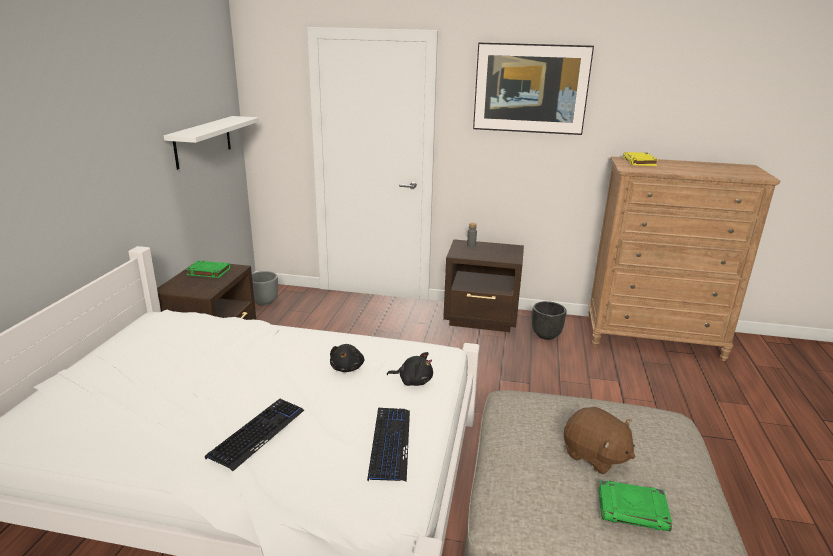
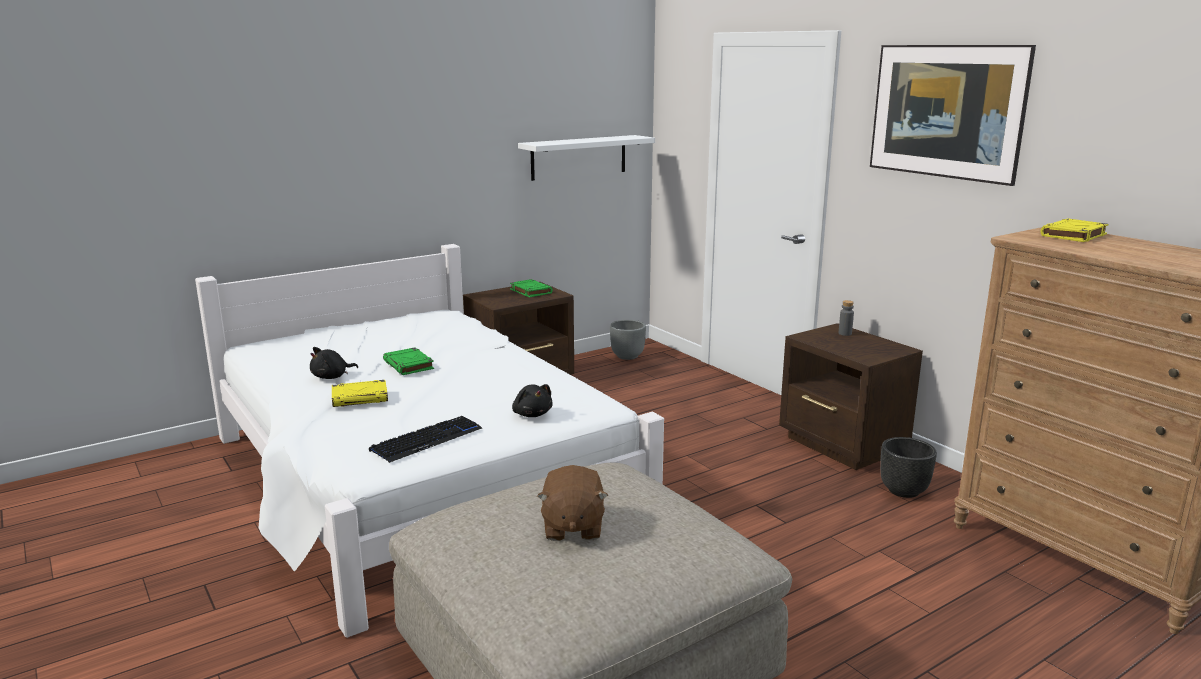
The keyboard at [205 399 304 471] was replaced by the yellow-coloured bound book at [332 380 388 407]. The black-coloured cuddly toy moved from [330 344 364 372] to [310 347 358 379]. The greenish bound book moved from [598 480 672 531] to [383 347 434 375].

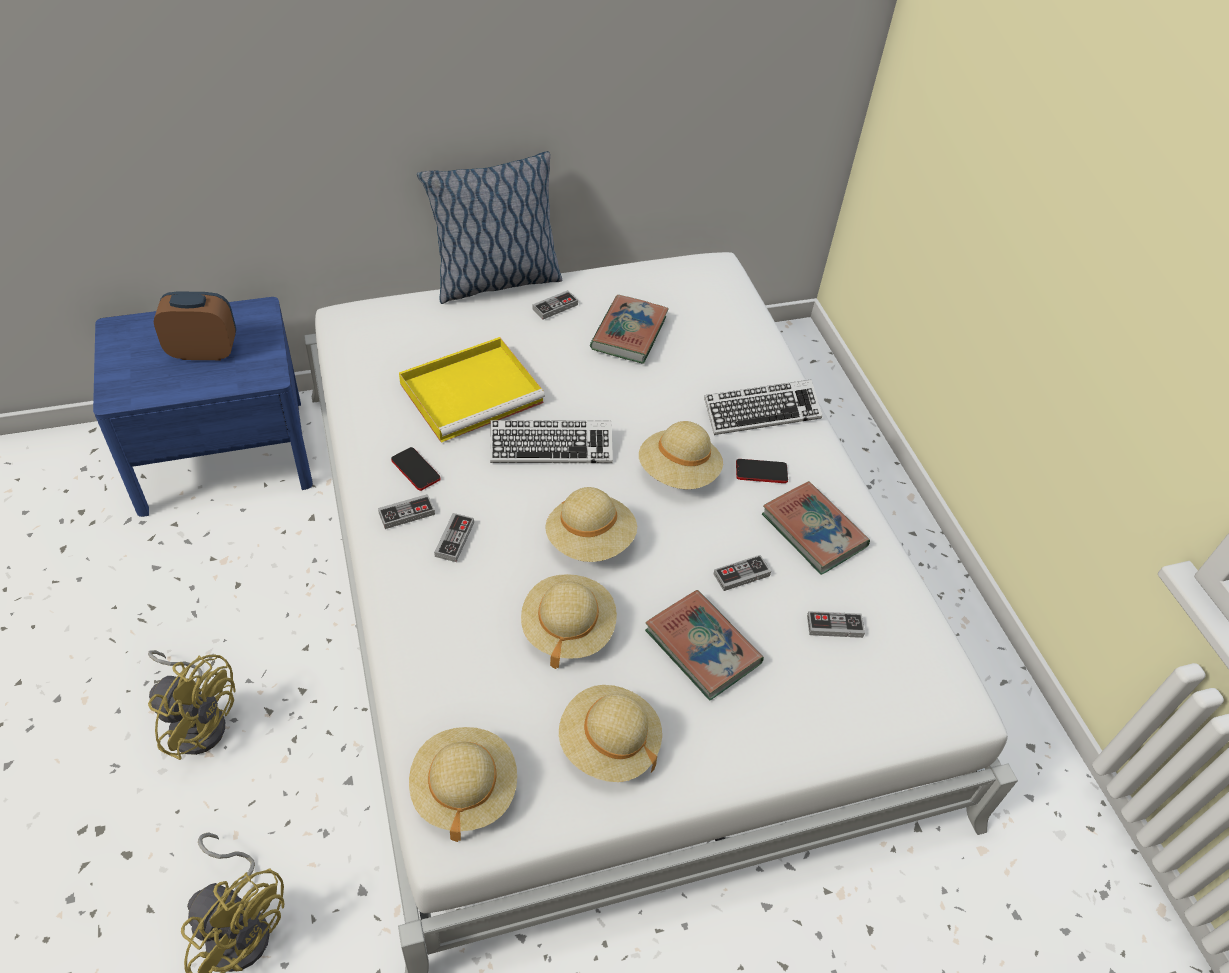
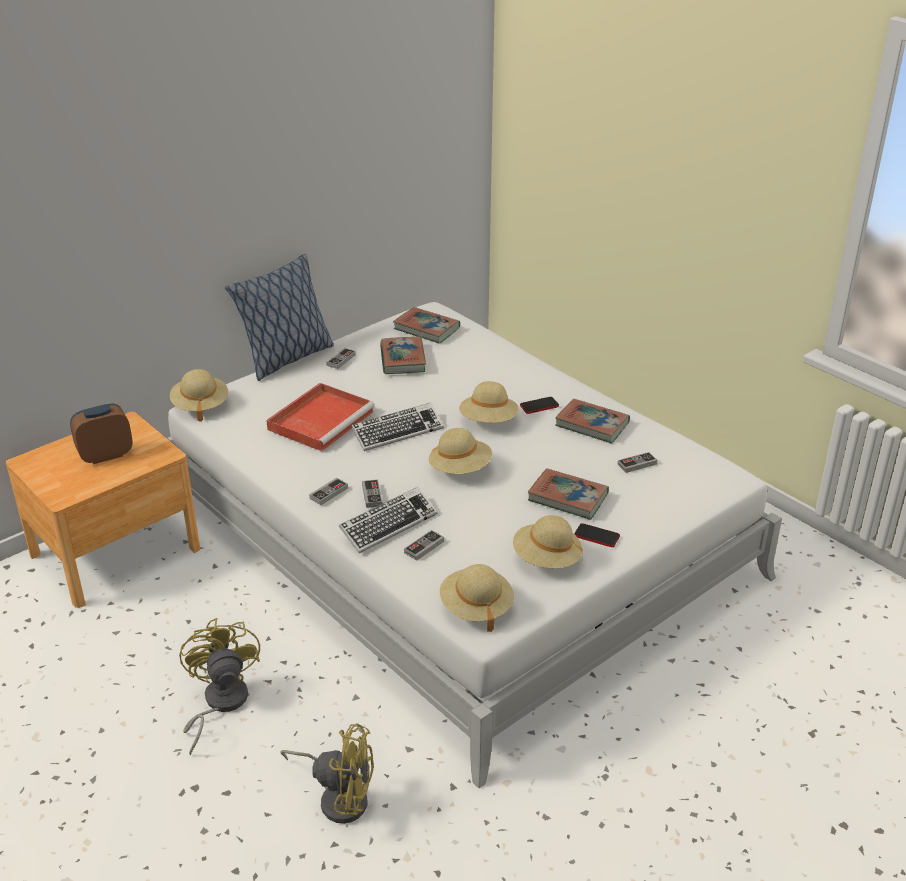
The bluish nightstand at [93 297 313 517] became the brown-coloured nightstand at [6 412 200 608]. The yellow-coloured fan at [148 650 236 760] turned 105 degrees counterclockwise. The phone moved from [391 447 441 491] to [574 523 620 547]. The yellow-coloured carrying tray at [399 337 545 443] became the red-coloured carrying tray at [266 383 375 451]. The sand-coloured clothing hat moved from [521 574 617 669] to [170 369 228 422]. The keyboard moved from [704 380 822 435] to [339 487 438 553]. The game controller moved from [714 555 771 591] to [404 530 444 561]. The bound book at [393 307 460 344] appeared.

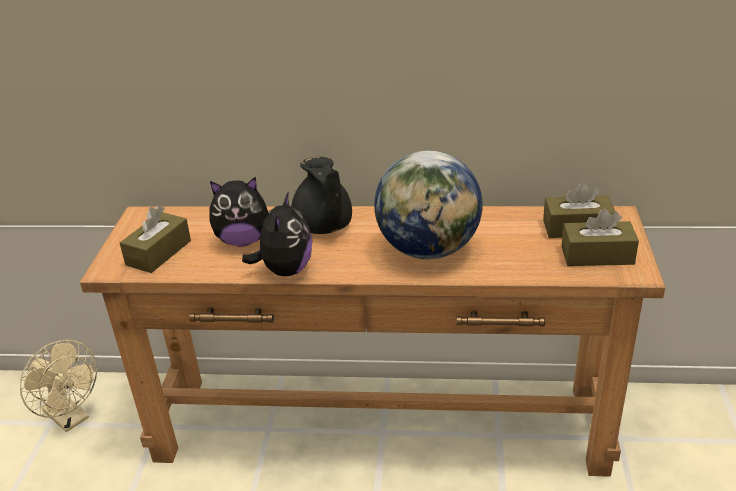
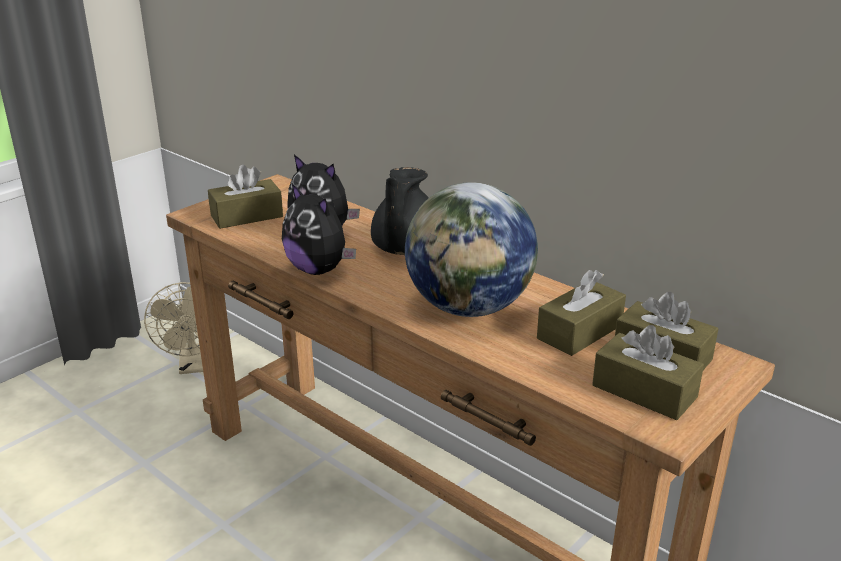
The cuddly toy at [242 191 312 276] turned 90 degrees clockwise. The brown-coloured box of tissues at [537 270 626 356] appeared.

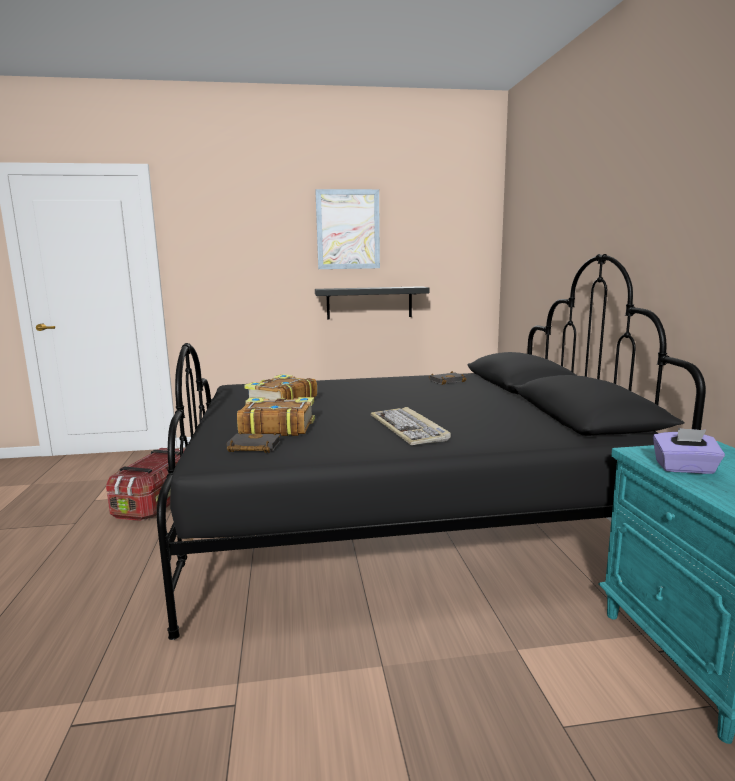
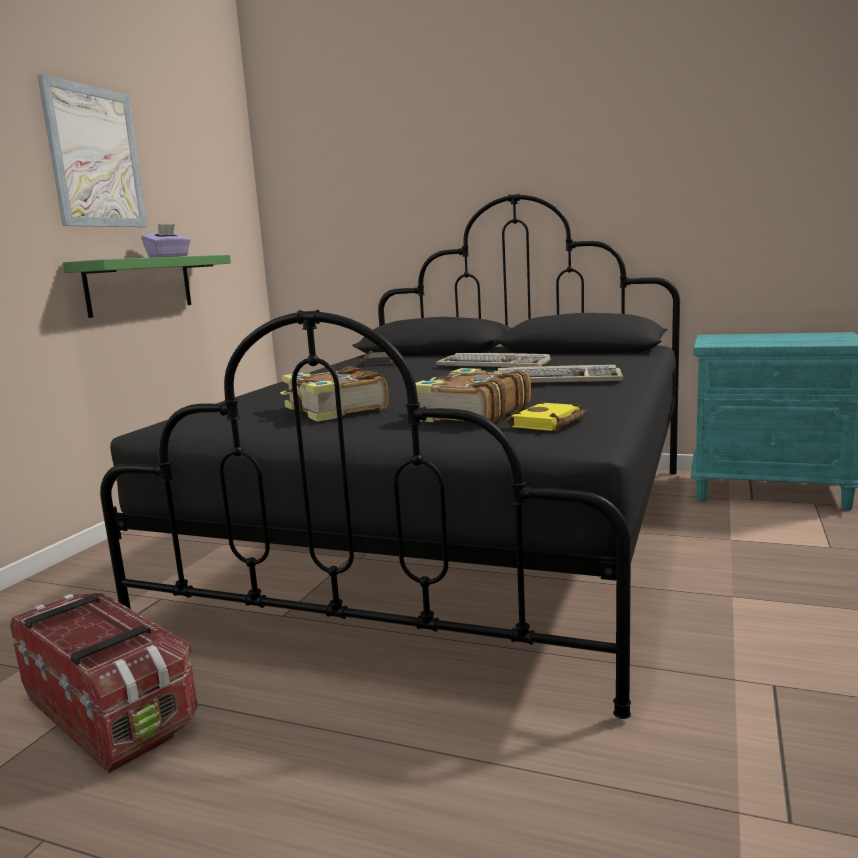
The black-coloured bound book at [226 432 281 453] became the yellow-coloured bound book at [506 400 587 432]. The black-coloured bracket shelf at [315 286 429 320] became the greenish bracket shelf at [63 255 231 318]. The purple-coloured box of tissues moved from [653 428 725 474] to [141 224 190 258]. The keyboard at [436 353 551 367] appeared.

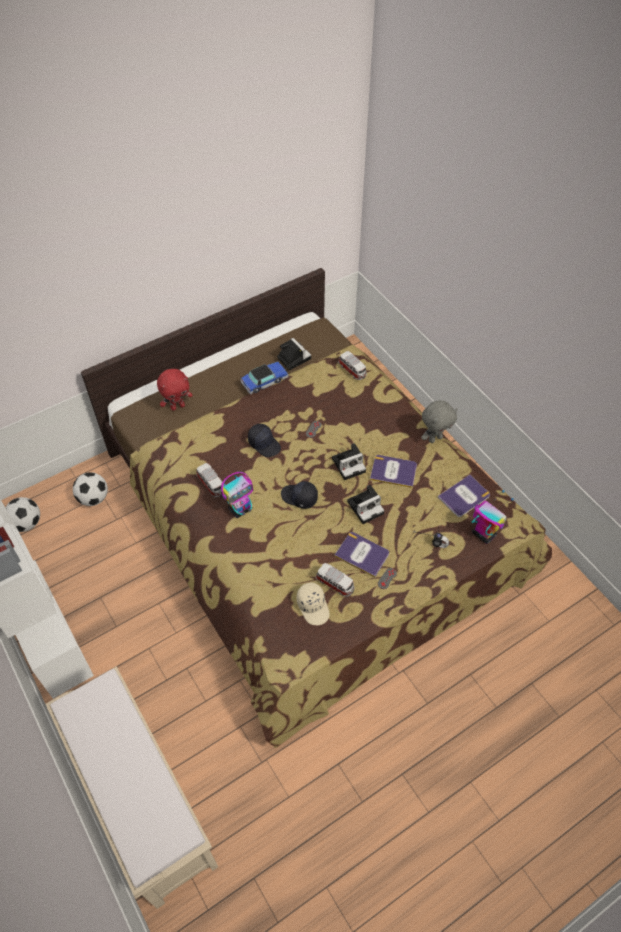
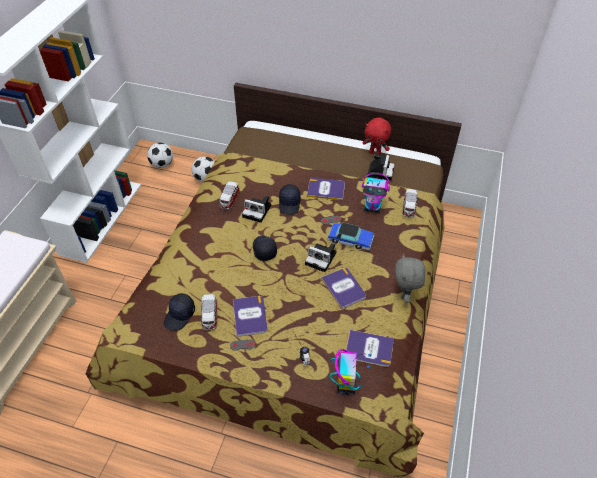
The red-coloured cuddly toy moved from [157 369 193 411] to [362 118 391 155]. The model robot moved from [221 472 253 518] to [362 173 390 213]. The toy car moved from [241 362 289 395] to [327 223 375 251]. The sand-coloured peaked cap at [297 582 330 625] became the black-coloured peaked cap at [164 293 195 331]. The still camera moved from [347 485 384 524] to [242 196 271 223]. The grey cuddly toy at [421 400 458 443] turned 75 degrees clockwise. The bound book at [307 178 345 200] appeared.

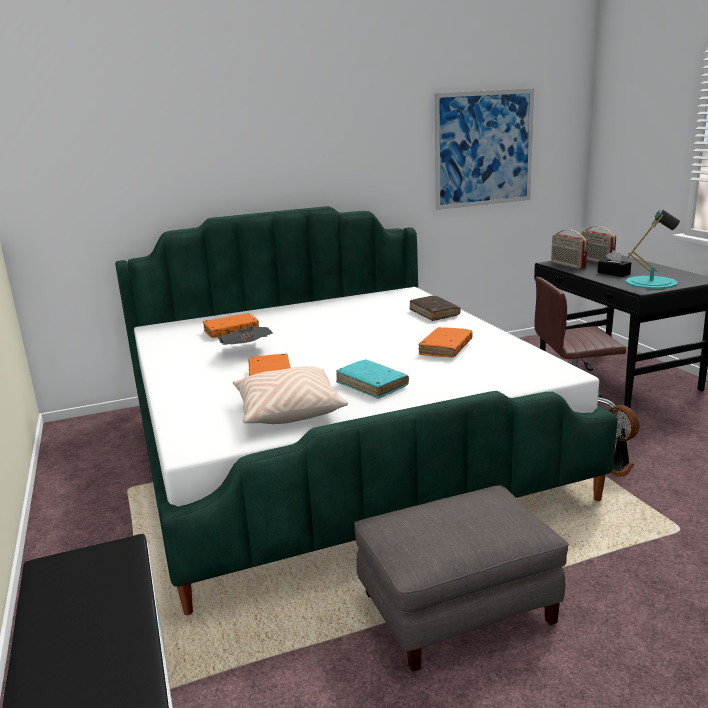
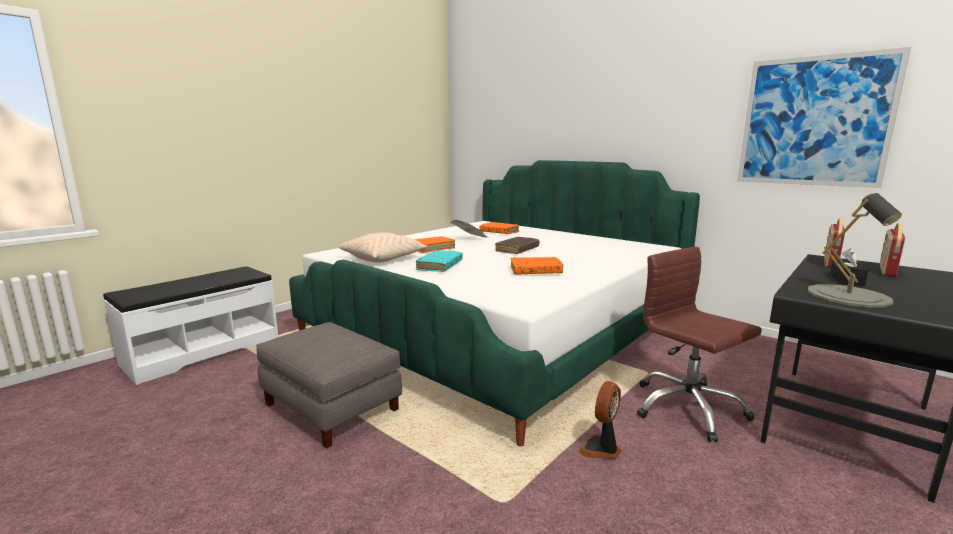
The brown-coloured bound book moved from [410 296 461 321] to [495 237 540 254]. The turquoise table lamp at [625 210 680 289] became the grey table lamp at [808 193 902 307].

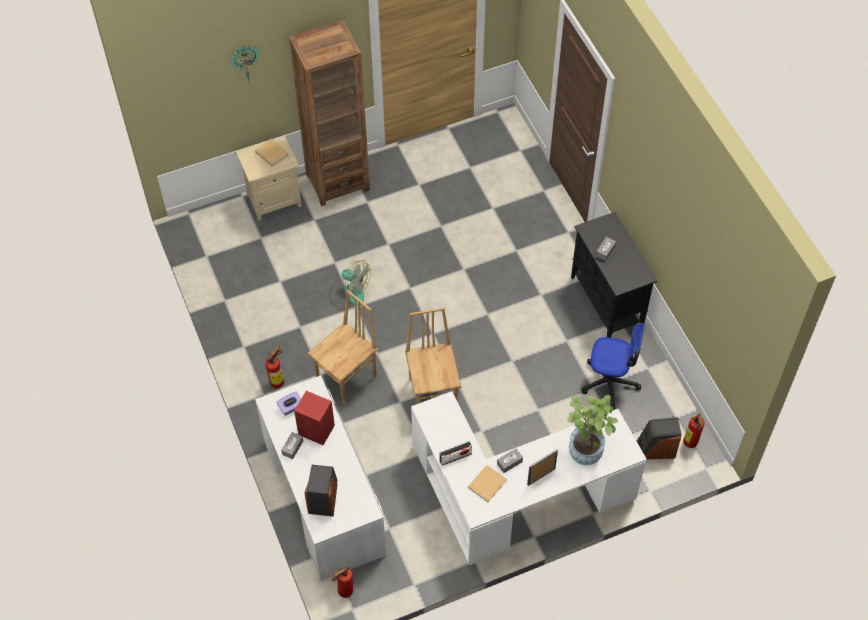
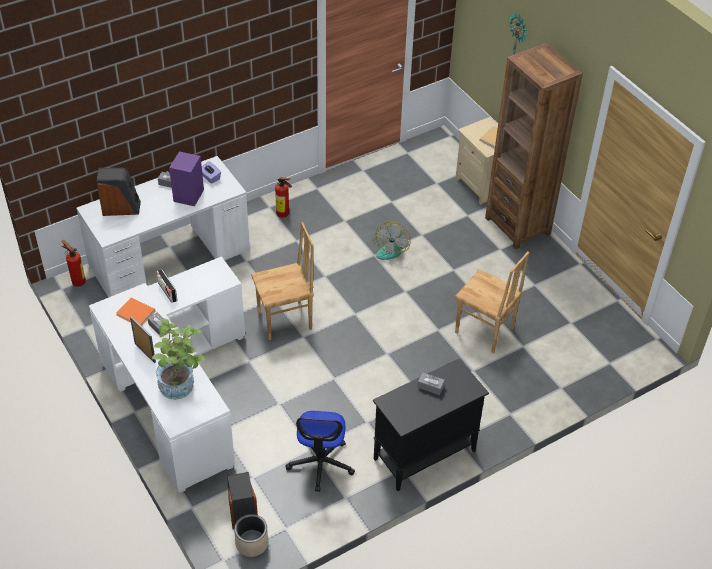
The red-coloured audio speaker at [294 391 335 445] became the purple-coloured audio speaker at [169 151 204 206]. The brown-coloured plain chair moved from [308 290 378 405] to [455 251 529 353]. The sand-coloured bound book at [468 465 507 502] became the orangey bound book at [116 297 155 326]. The fire-fighting cylinder at [683 413 705 448] was replaced by the sand-coloured plant pot at [234 514 268 557].

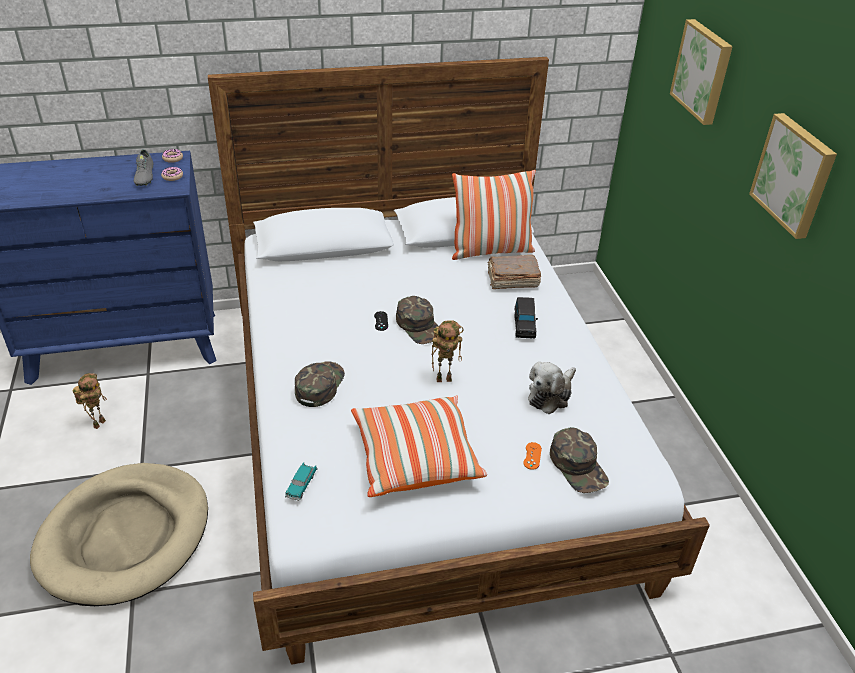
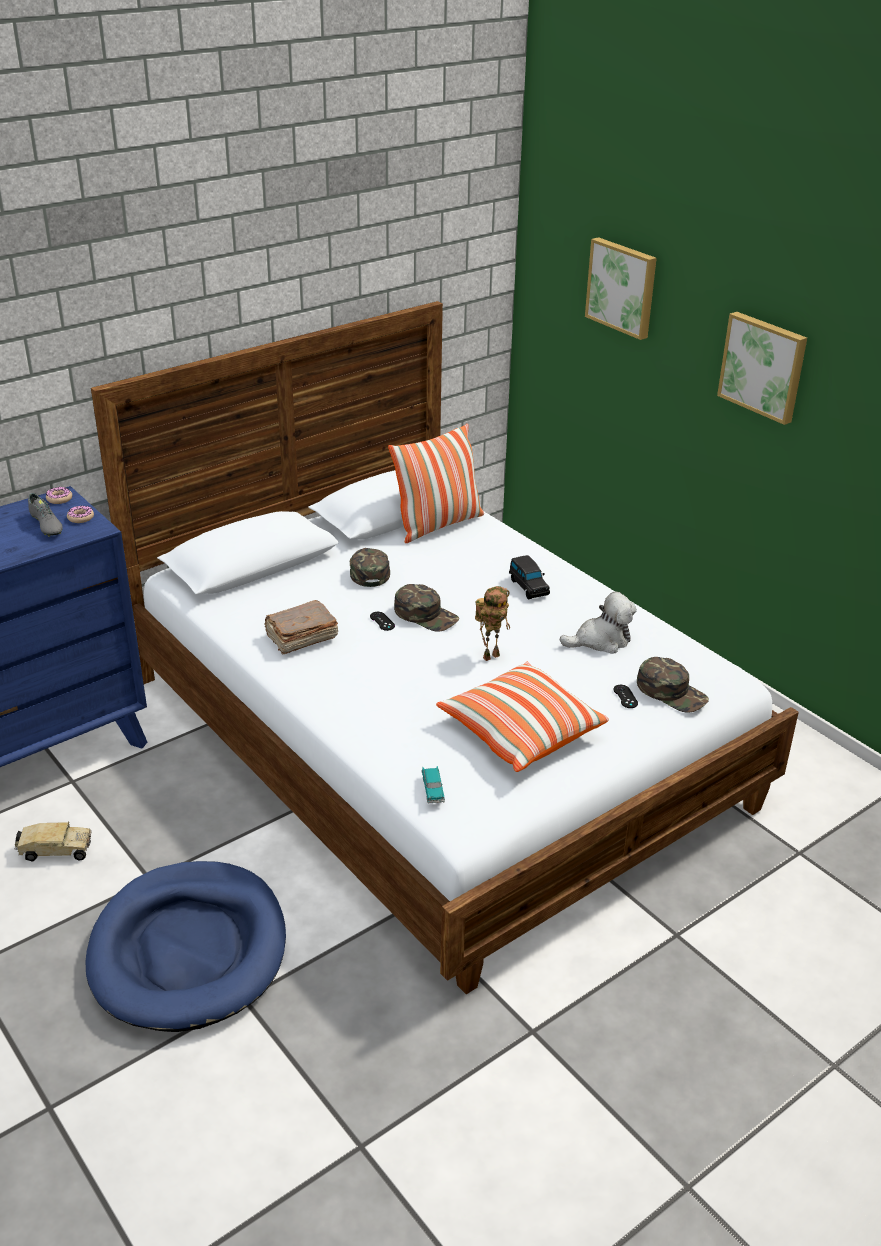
The sand-coloured pet bed at [30 463 208 606] became the bluish pet bed at [85 861 286 1032]. The model robot at [73 373 107 429] was replaced by the toy truck at [15 821 91 862]. The greenish peaked cap moved from [295 361 345 407] to [350 548 390 587]. The brown-coloured bound book moved from [488 255 541 289] to [264 600 338 654]. The orangey game controller at [523 442 542 470] became the black-coloured game controller at [613 685 638 708]. The cuddly toy at [528 362 576 414] turned 120 degrees counterclockwise.

